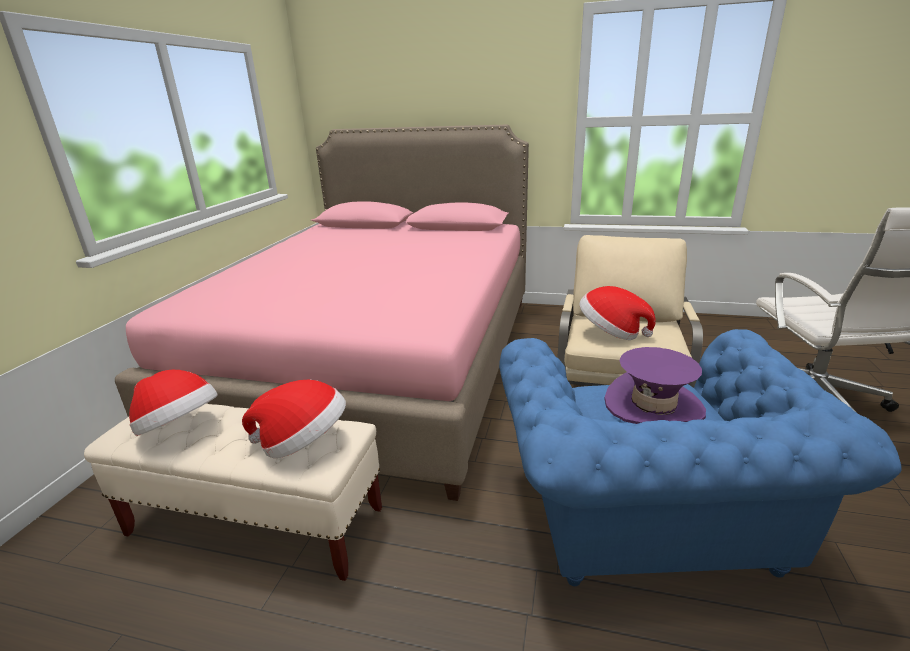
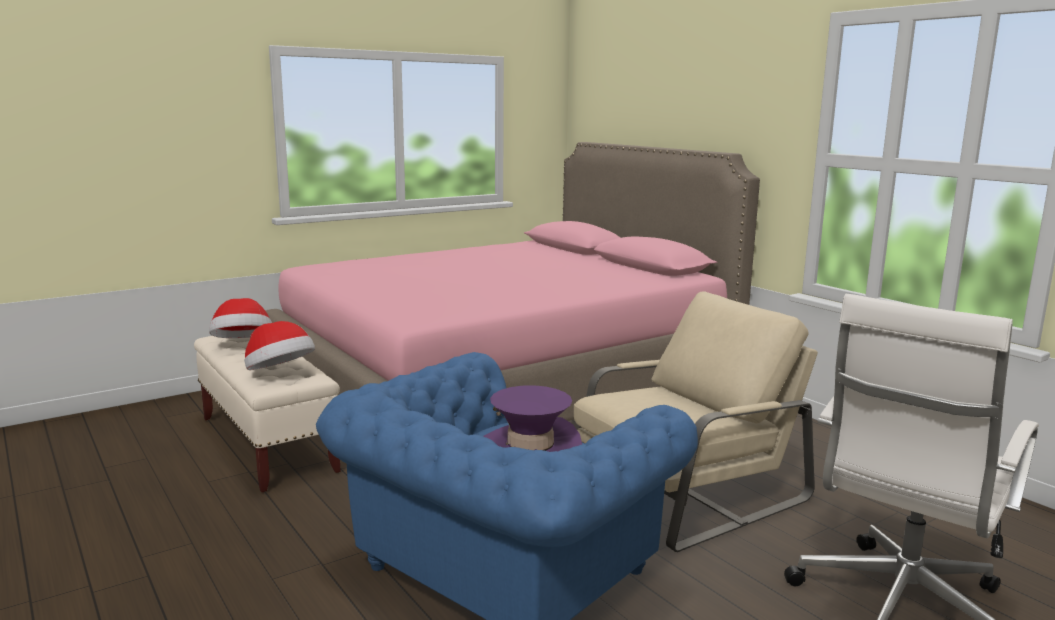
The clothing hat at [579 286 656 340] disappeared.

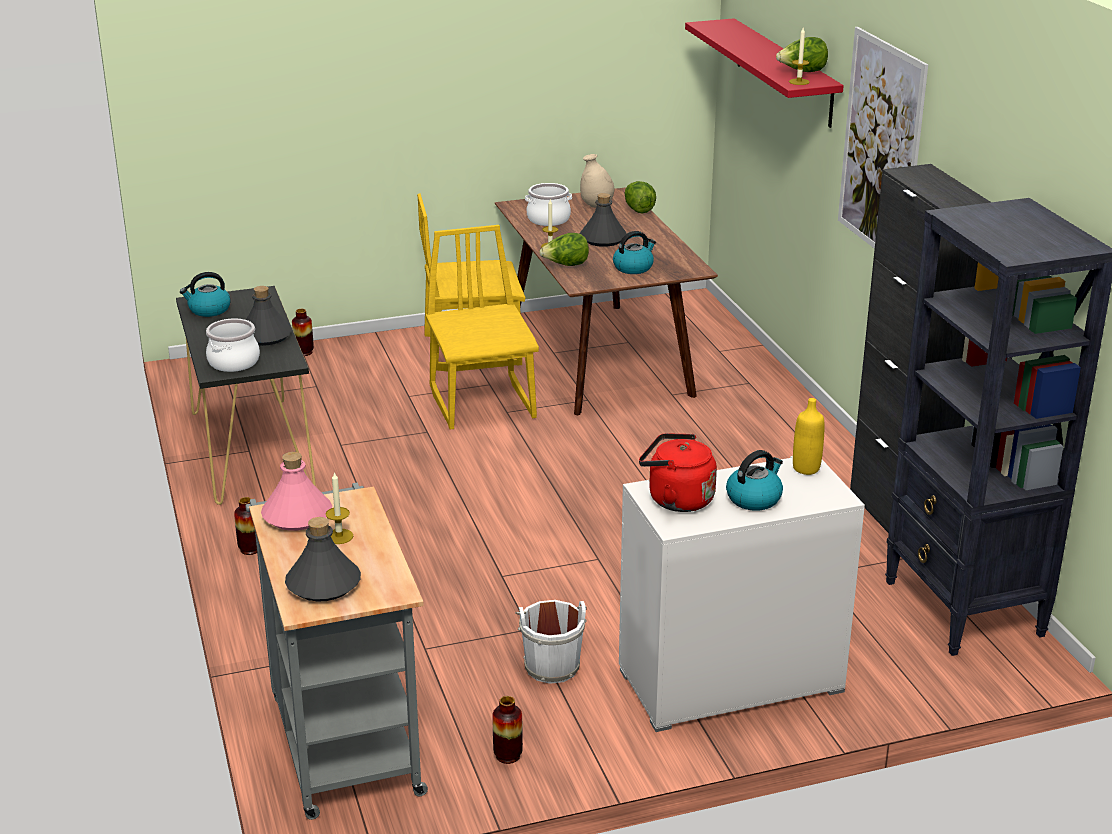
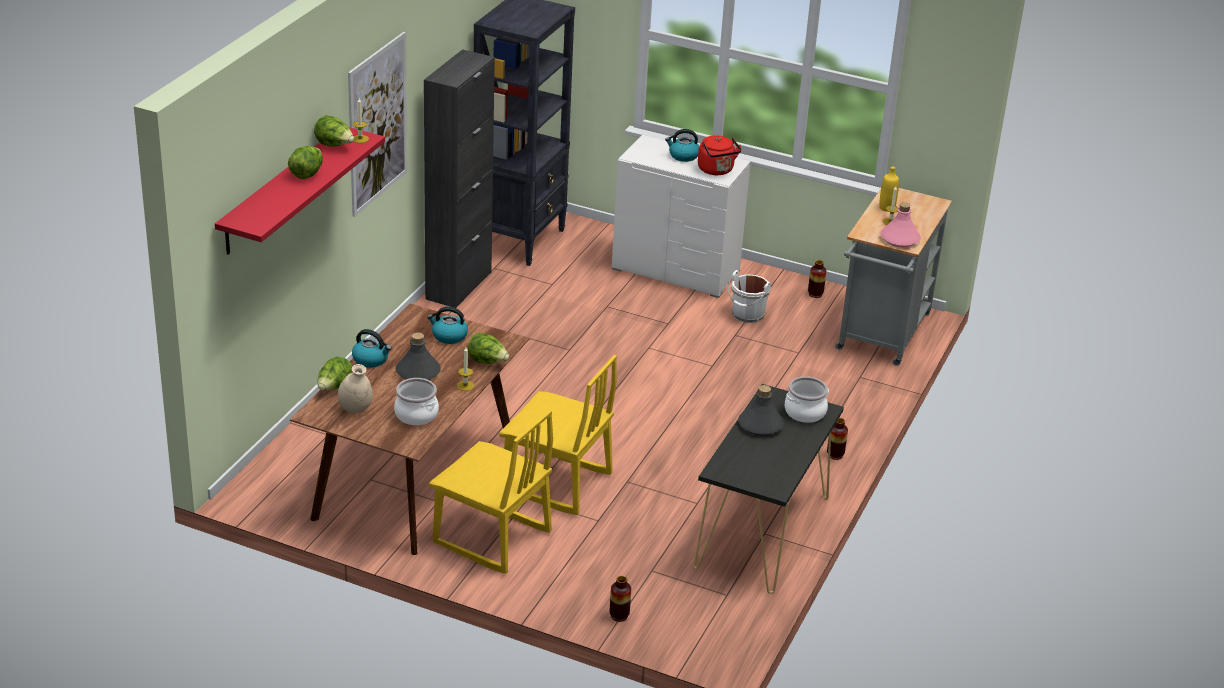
The tea kettle moved from [180 272 230 317] to [352 329 392 368]. The grey beverage bottle at [285 517 361 602] disappeared. The yellow-coloured plain chair at [426 225 539 430] turned 90 degrees counterclockwise. The yellow-coloured beverage bottle moved from [793 398 825 475] to [879 166 899 212]. The lettuce head at [288 146 323 179] appeared.

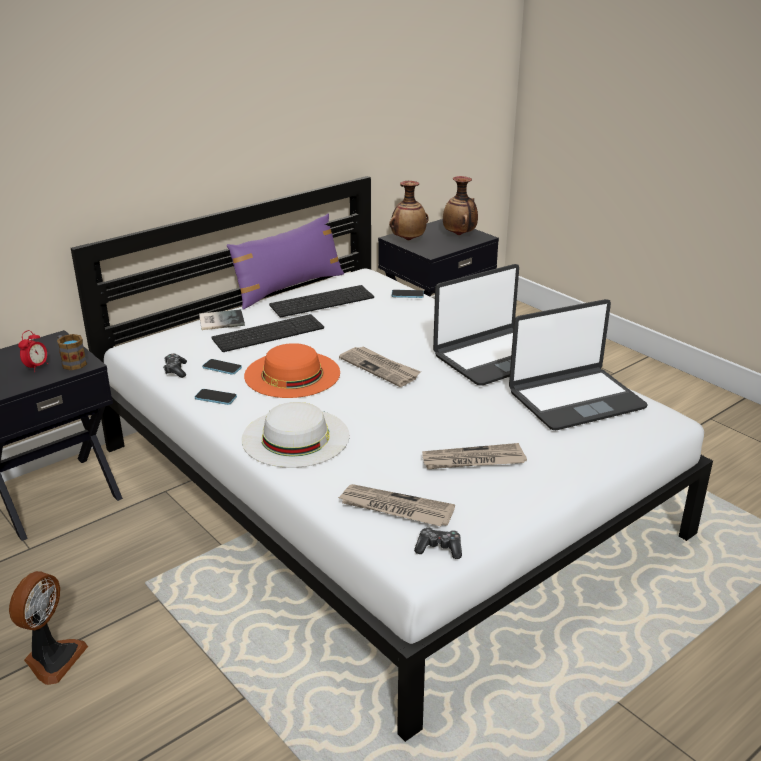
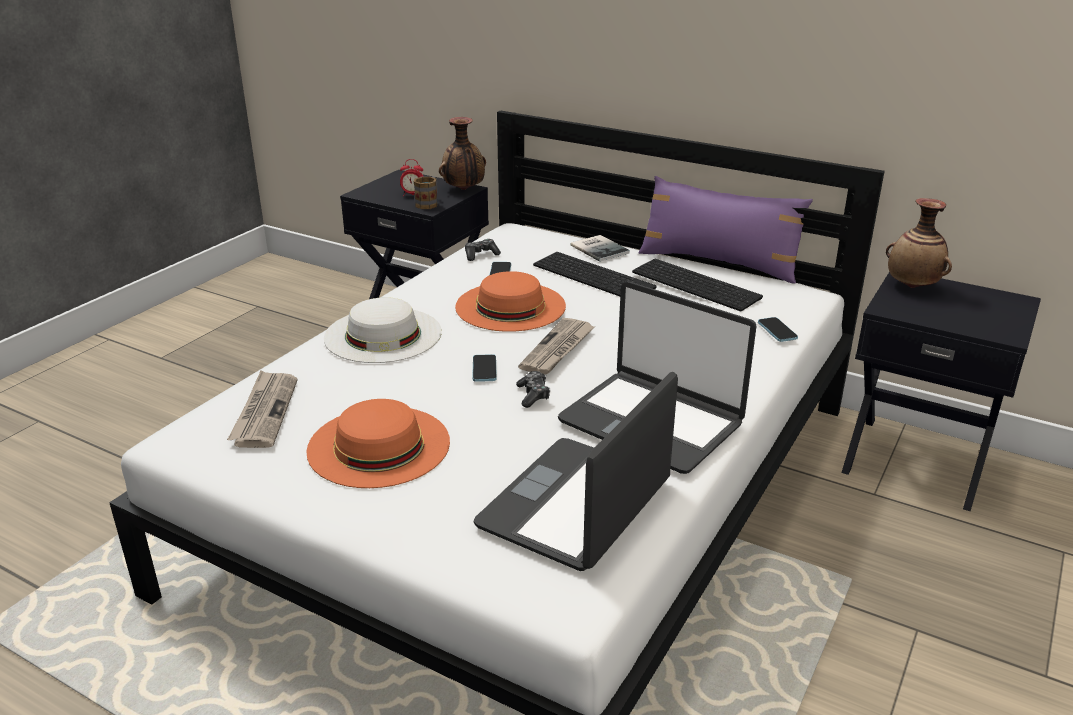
The fan at [9 571 88 685] disappeared. The phone moved from [195 389 237 405] to [473 354 497 382]. The game controller moved from [414 527 462 559] to [516 371 550 408]. The daily paper at [422 443 527 469] was replaced by the orangey clothing hat at [306 399 450 488]. The vase moved from [443 176 478 235] to [439 117 486 190]. The notebook computer at [509 299 648 430] turned 75 degrees clockwise.

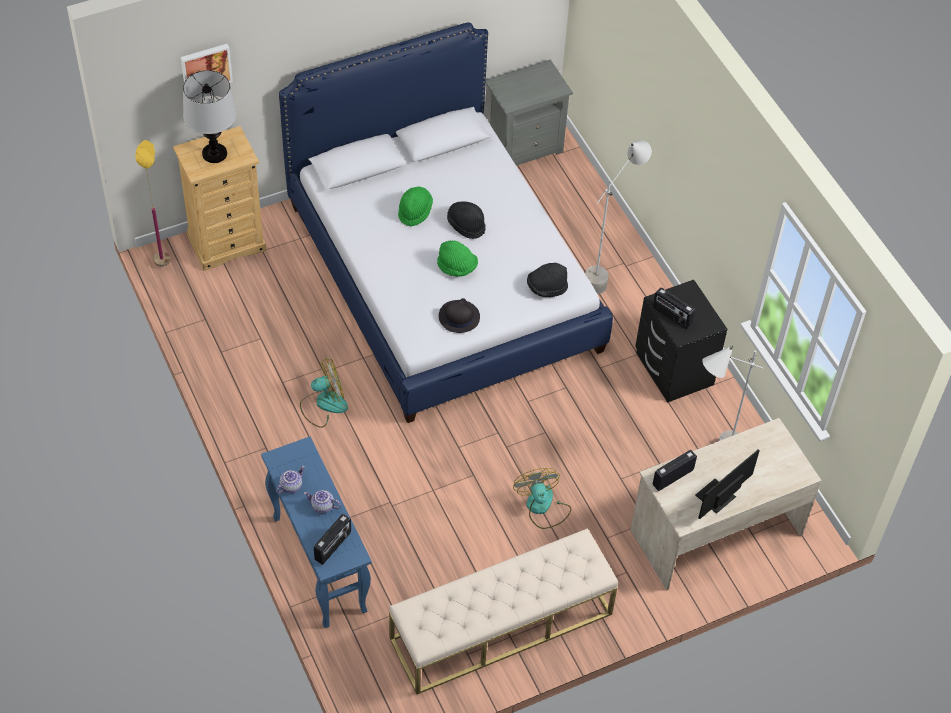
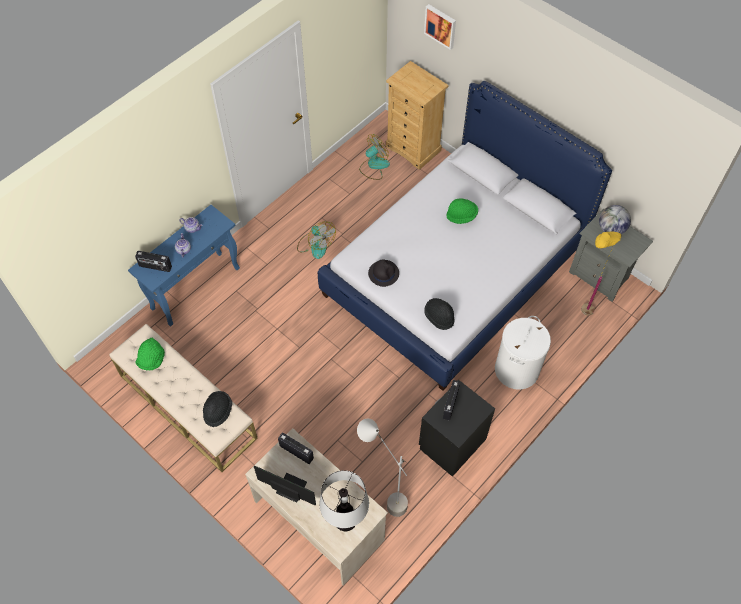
The yellow-coloured standing lamp moved from [135 140 171 267] to [581 230 621 315]. The table lamp moved from [183 70 237 163] to [320 470 369 531]. The greenish clothing hat moved from [437 240 478 277] to [136 338 165 371]. The black-coloured clothing hat moved from [447 201 486 239] to [203 391 232 427]. The fan moved from [513 468 571 529] to [359 134 390 180]. The grey standing lamp at [585 140 652 294] was replaced by the white-coloured laundry basket at [495 316 551 390]. The world globe at [599 205 631 234] appeared.

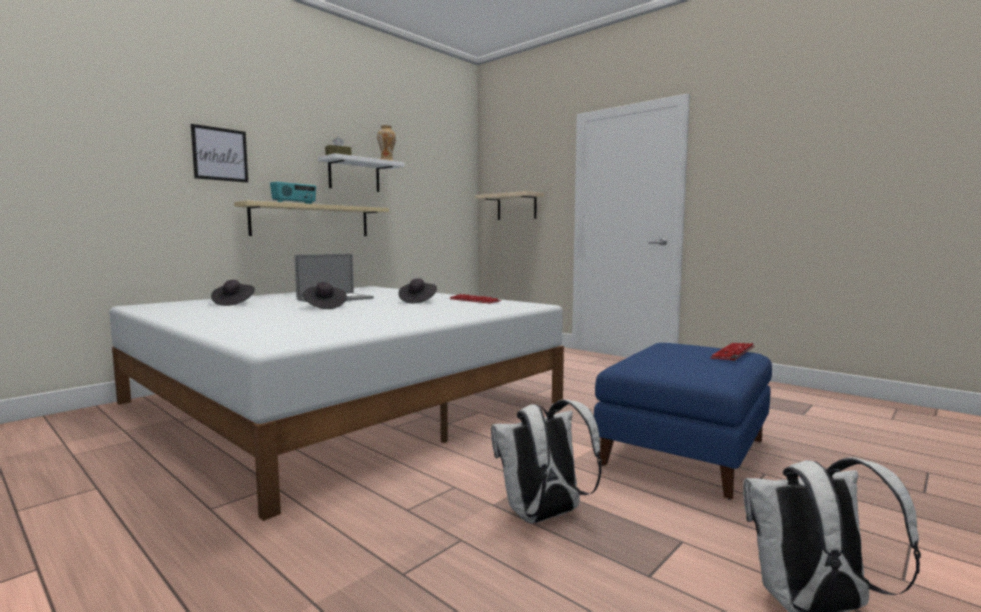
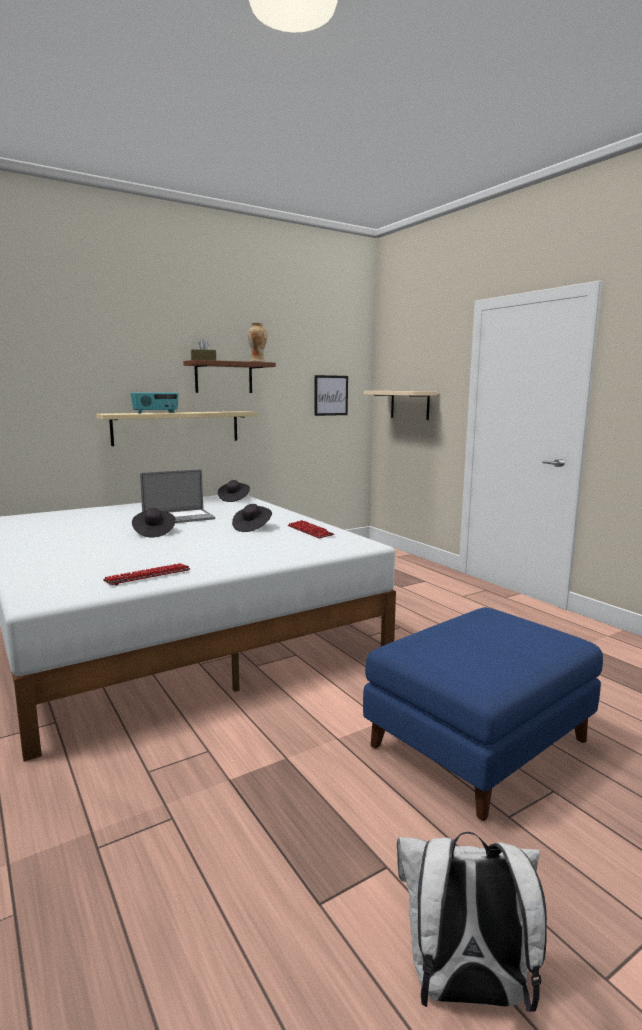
The wall art moved from [191 124 248 183] to [314 375 348 416]. The black-coloured clothing hat moved from [211 280 255 306] to [218 480 250 502]. The white-coloured bracket shelf at [318 153 405 192] became the brown-coloured bracket shelf at [183 360 276 393]. The white-coloured rucksack at [491 399 602 523] disappeared. The keyboard moved from [710 343 755 361] to [103 563 190 586].

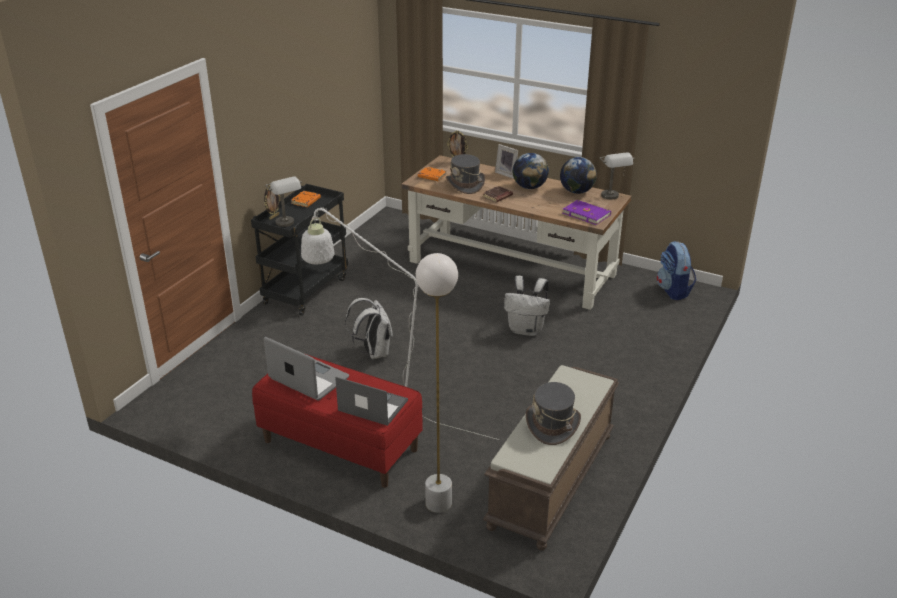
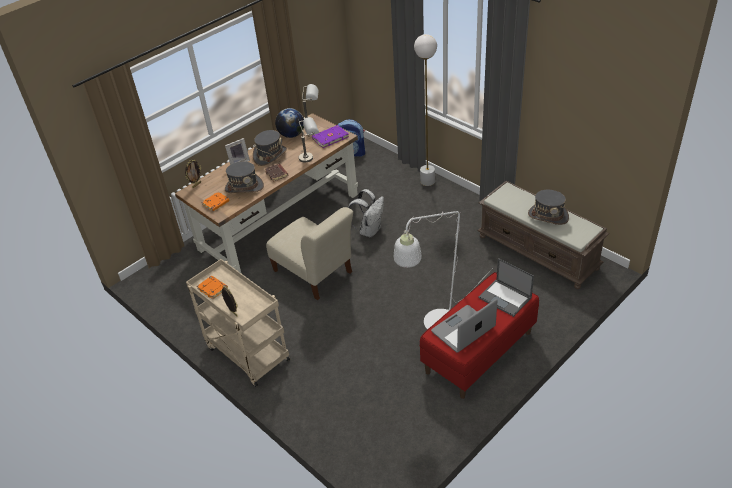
The black-coloured wheeled cart at [251 184 348 316] became the sand-coloured wheeled cart at [186 259 290 387]. The grey table lamp moved from [265 177 302 227] to [299 118 319 163]. The notebook computer at [335 377 408 426] turned 90 degrees counterclockwise. The white-coloured rucksack at [345 298 392 359] disappeared. The white-coloured standing lamp moved from [416 253 458 513] to [414 34 437 186]. The world globe at [513 153 549 189] was replaced by the grey clothing hat at [253 130 287 166]. The sand-coloured plain chair at [266 207 353 300] appeared.

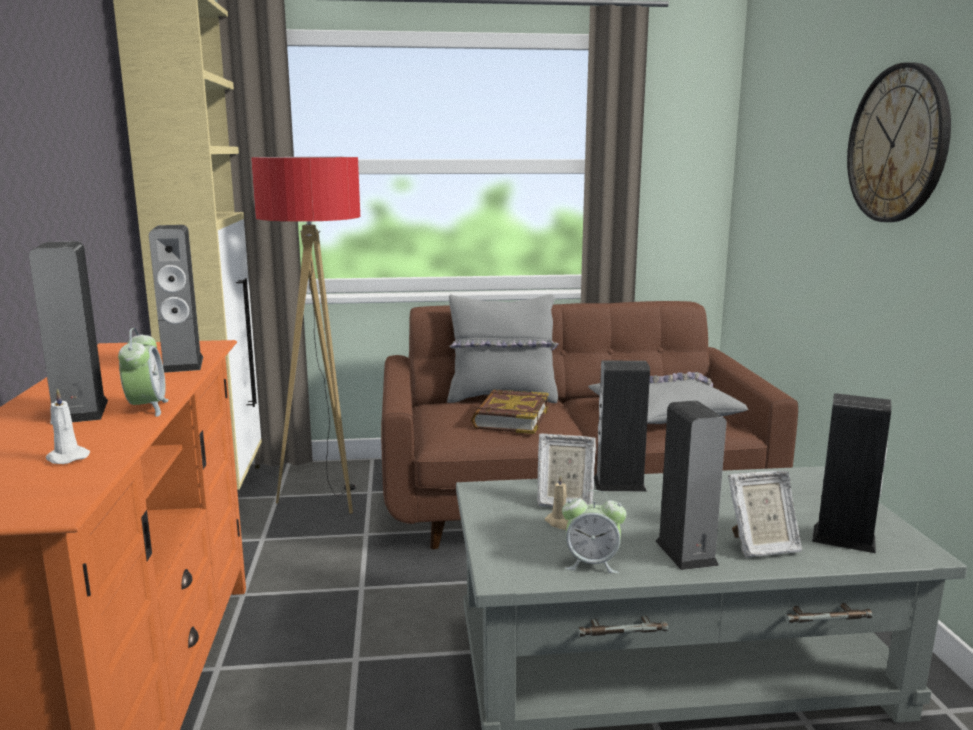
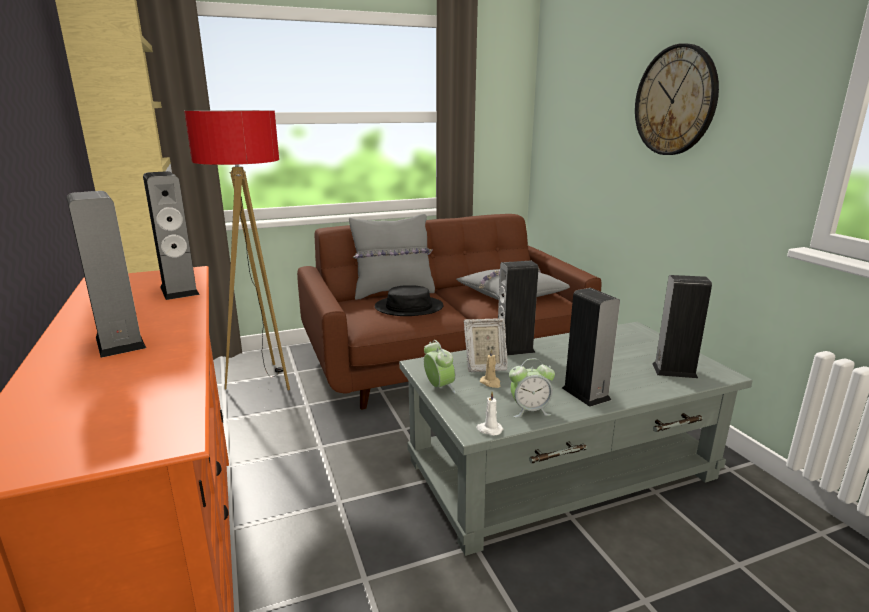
The white-coloured wax light moved from [46 388 90 464] to [476 392 503 436]. The table clock moved from [118 328 169 417] to [424 340 456 394]. The bound book at [471 390 548 434] was replaced by the black-coloured clothing hat at [375 285 443 316]. The photo frame at [728 471 802 558] disappeared.

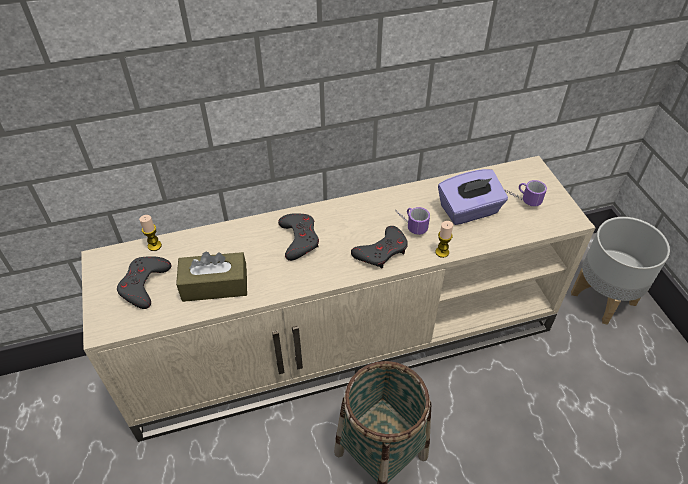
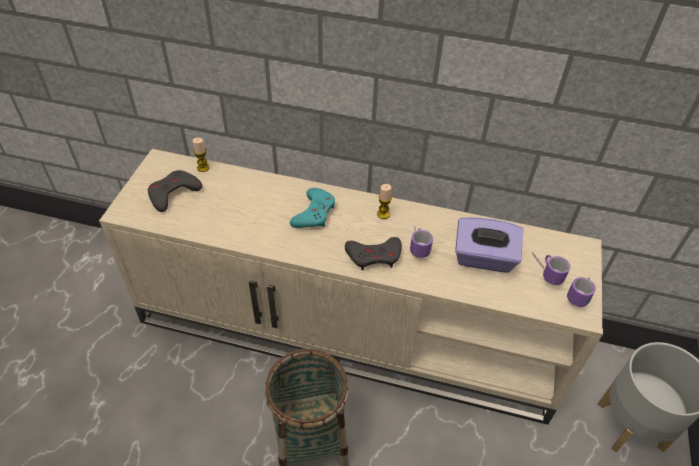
The brown-coloured box of tissues at [176 252 247 302] disappeared. The grey game controller at [278 213 319 261] became the turquoise game controller at [290 188 335 228]. The wax light moved from [435 221 453 258] to [377 184 392 219]. The mug at [567 277 596 307] appeared.

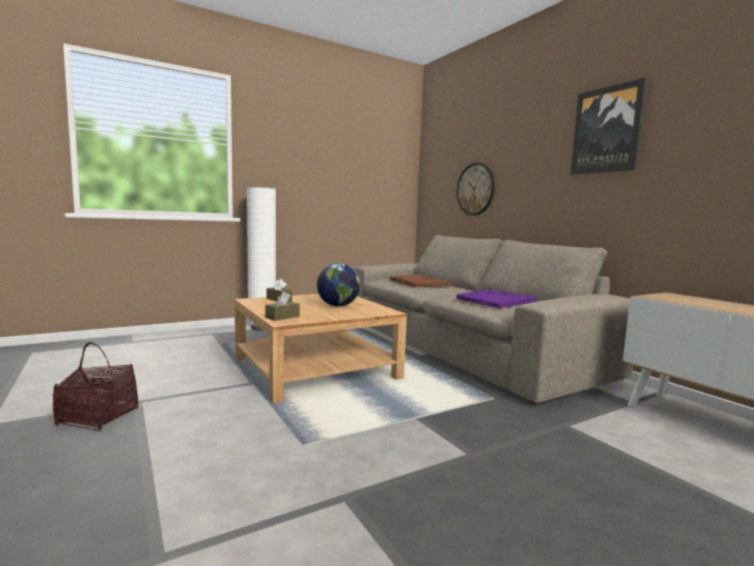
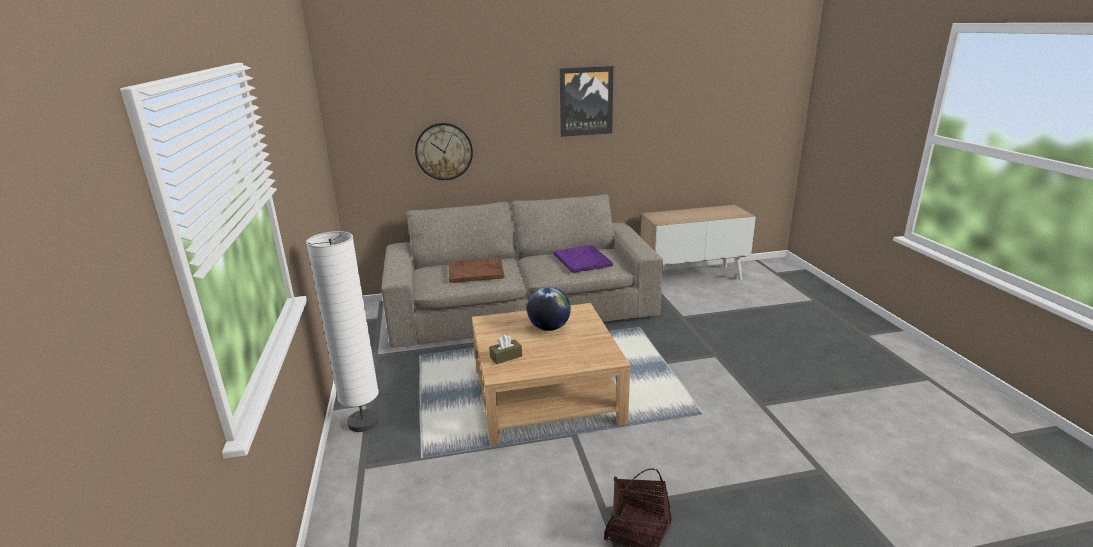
The brown-coloured box of tissues at [265 292 300 321] disappeared.

